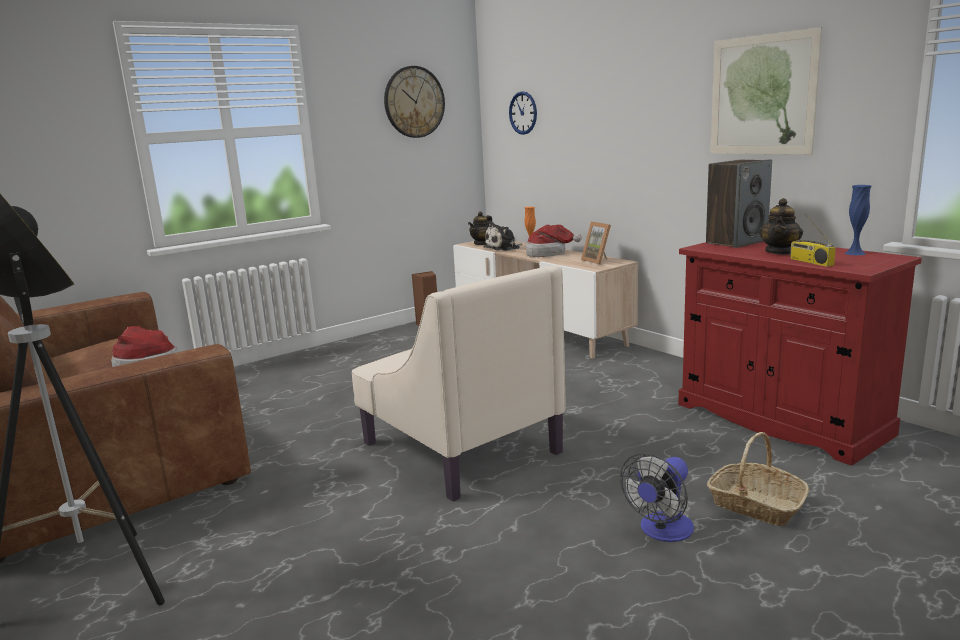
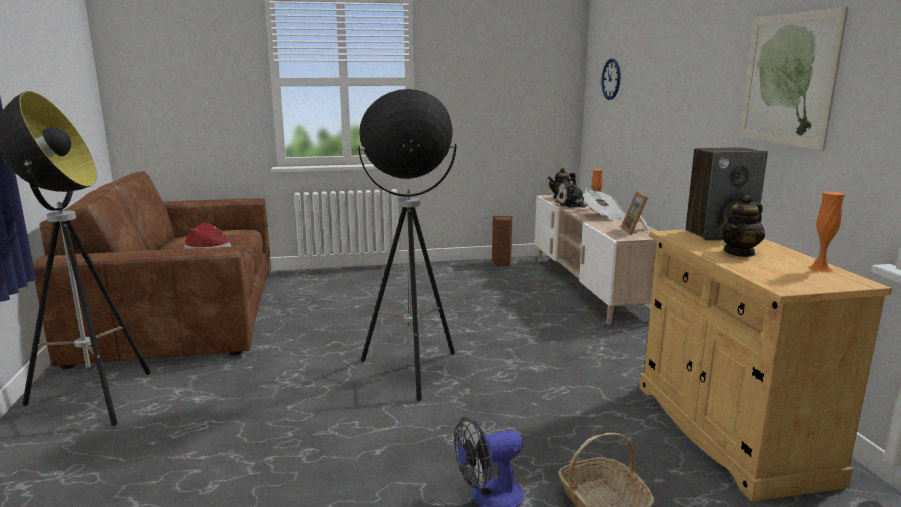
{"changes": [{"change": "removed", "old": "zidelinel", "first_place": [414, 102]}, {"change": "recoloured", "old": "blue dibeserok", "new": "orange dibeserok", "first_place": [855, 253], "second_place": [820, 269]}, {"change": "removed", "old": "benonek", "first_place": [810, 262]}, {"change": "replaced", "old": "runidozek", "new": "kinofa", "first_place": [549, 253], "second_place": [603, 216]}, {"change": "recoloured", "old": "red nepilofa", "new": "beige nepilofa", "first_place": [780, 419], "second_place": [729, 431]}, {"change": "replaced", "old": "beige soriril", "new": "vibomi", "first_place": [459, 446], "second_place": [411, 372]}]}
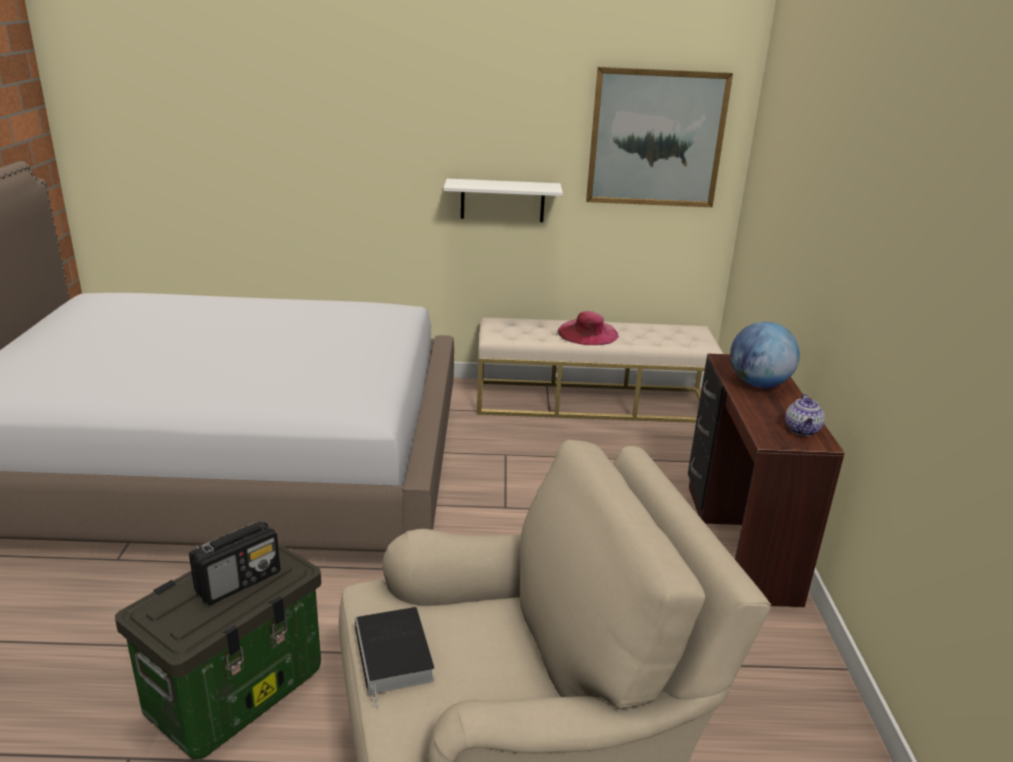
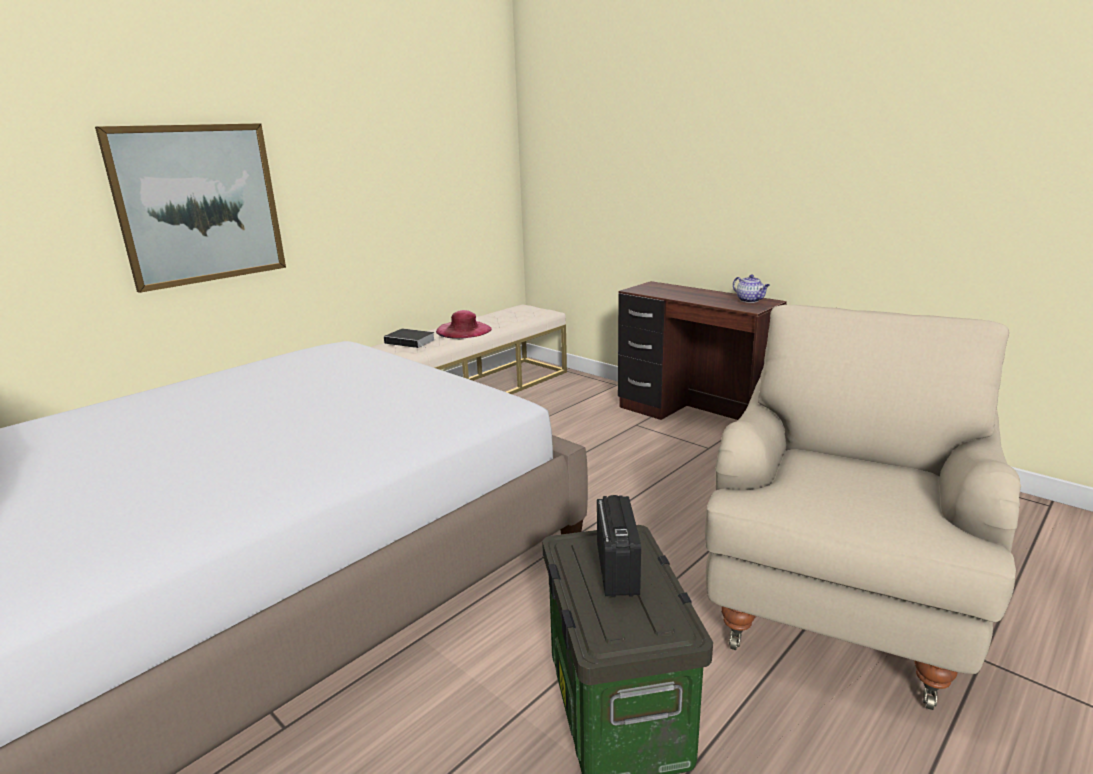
{"changes": [{"change": "moved", "old": "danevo", "first_place": [656, 138], "second_place": [199, 204]}, {"change": "removed", "old": "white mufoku", "first_place": [502, 200]}, {"change": "removed", "old": "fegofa", "first_place": [758, 384]}, {"change": "moved", "old": "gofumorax", "first_place": [395, 657], "second_place": [411, 341]}]}
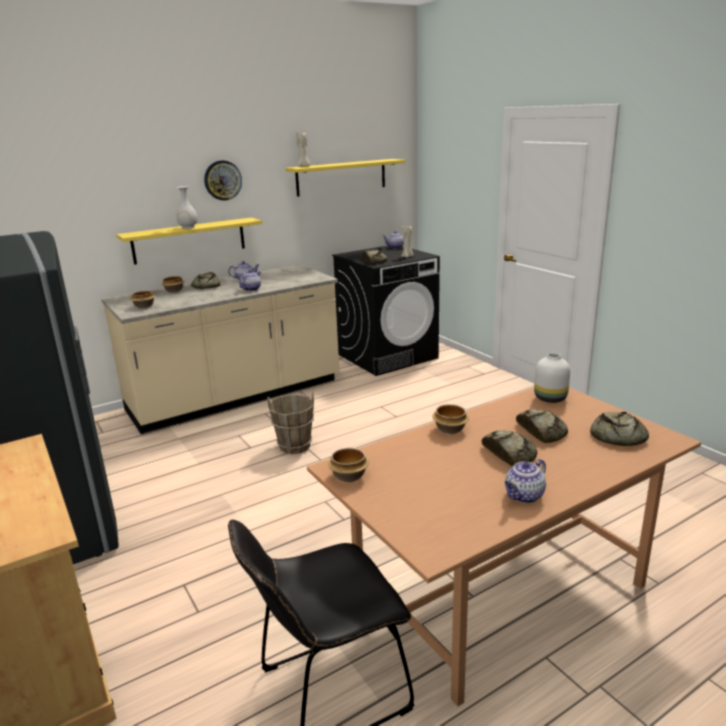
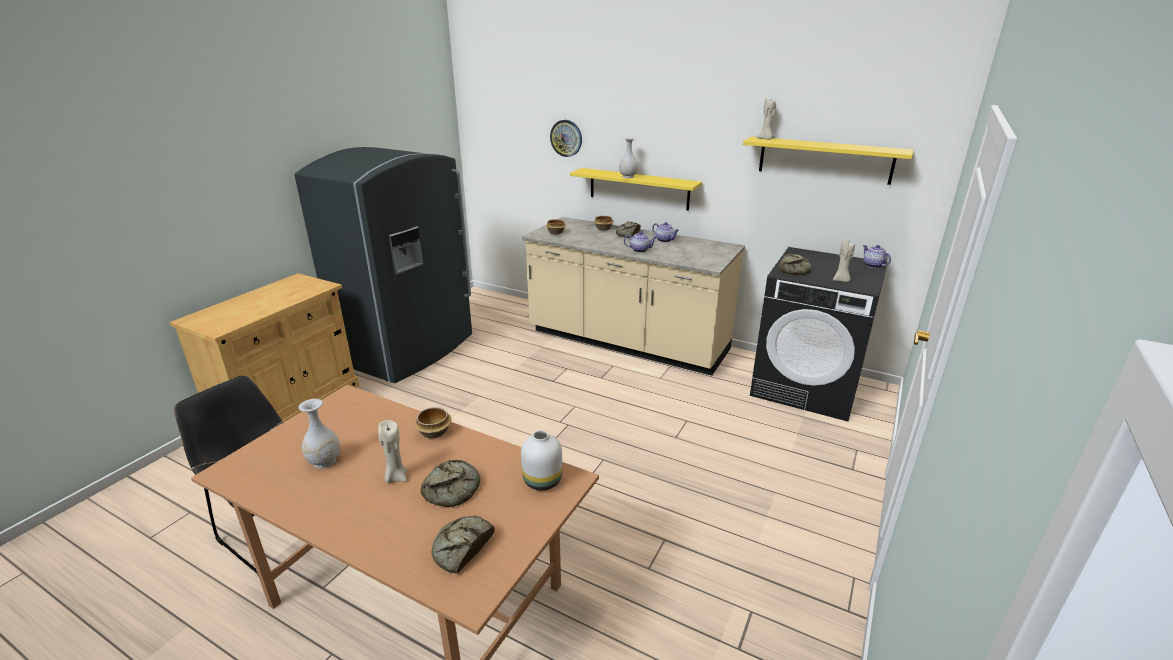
{"changes": [{"change": "moved", "old": "zidelinel", "first_place": [222, 180], "second_place": [566, 138]}, {"change": "removed", "old": "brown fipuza", "first_place": [294, 446]}, {"change": "replaced", "old": "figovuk", "new": "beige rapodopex", "first_place": [509, 453], "second_place": [396, 477]}, {"change": "removed", "old": "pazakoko", "first_place": [348, 476]}, {"change": "removed", "old": "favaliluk", "first_place": [524, 496]}, {"change": "added", "new": "white dibeserok", "second_place": [324, 461]}]}
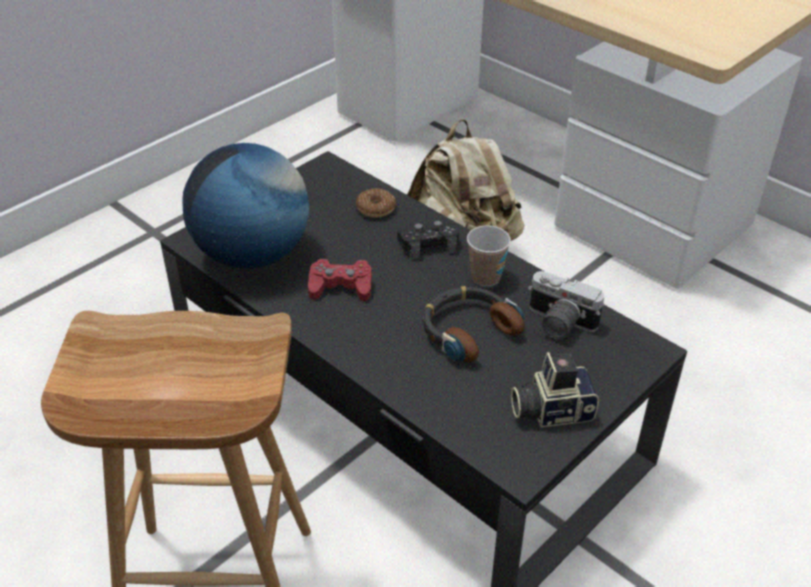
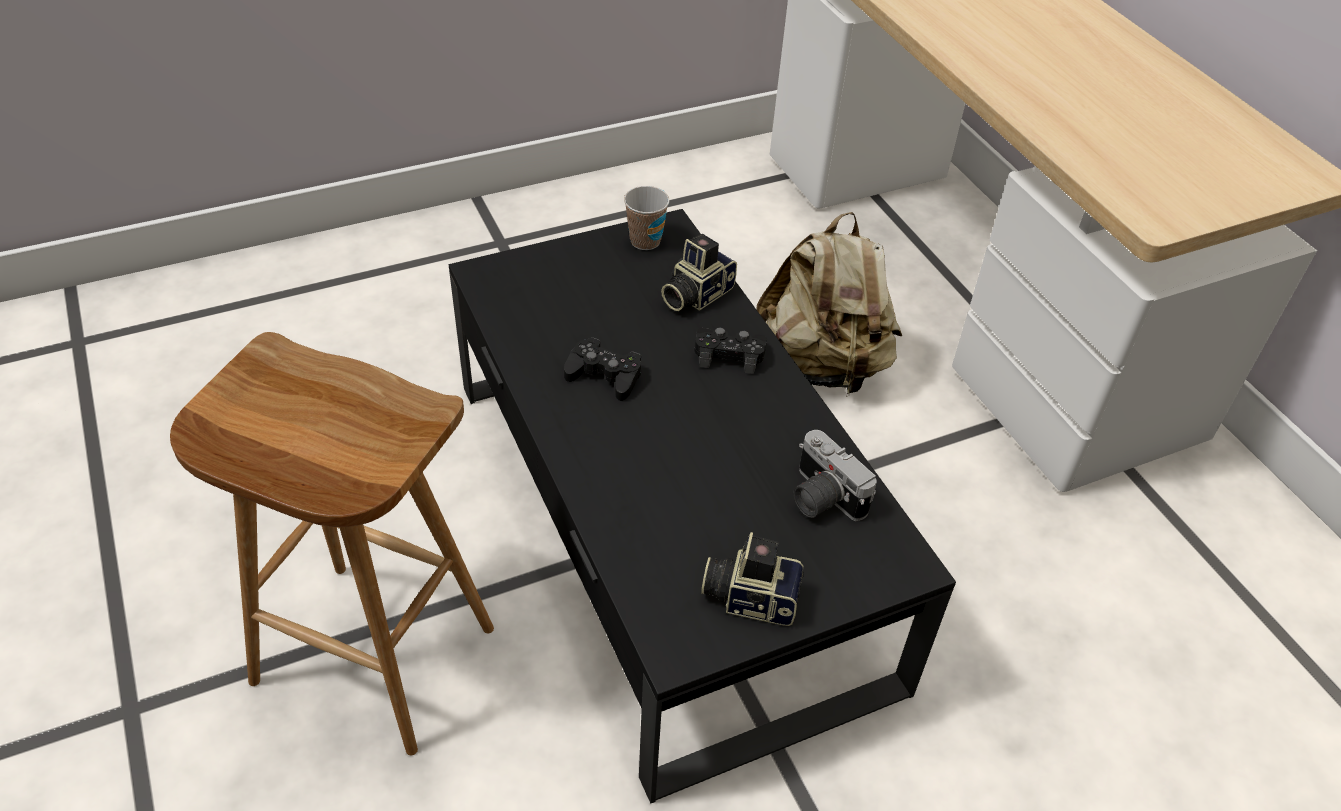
{"changes": [{"change": "removed", "old": "fegofa", "first_place": [252, 255]}, {"change": "replaced", "old": "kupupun", "new": "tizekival", "first_place": [376, 208], "second_place": [695, 294]}, {"change": "moved", "old": "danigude", "first_place": [485, 277], "second_place": [645, 241]}, {"change": "recoloured", "old": "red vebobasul", "new": "black vebobasul", "first_place": [341, 286], "second_place": [604, 375]}, {"change": "removed", "old": "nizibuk", "first_place": [468, 330]}]}
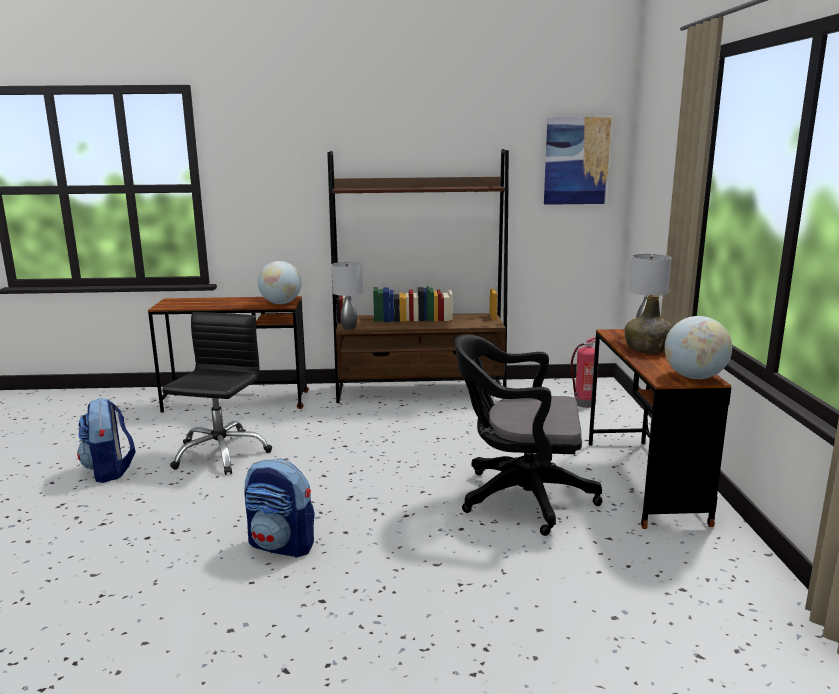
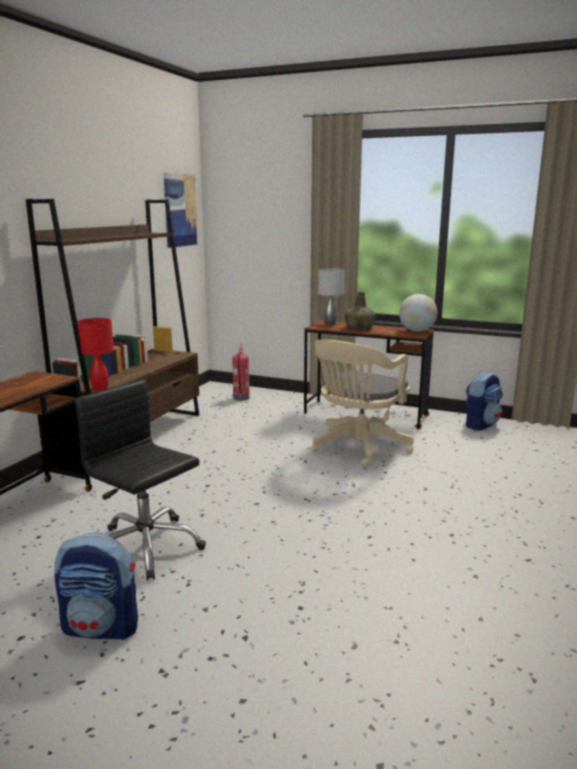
{"changes": [{"change": "removed", "old": "fegofa", "first_place": [281, 303]}, {"change": "recoloured", "old": "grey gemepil", "new": "red gemepil", "first_place": [348, 327], "second_place": [99, 388]}, {"change": "recoloured", "old": "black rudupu", "new": "beige rudupu", "first_place": [519, 497], "second_place": [358, 447]}, {"change": "moved", "old": "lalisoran", "first_place": [282, 545], "second_place": [480, 424]}]}
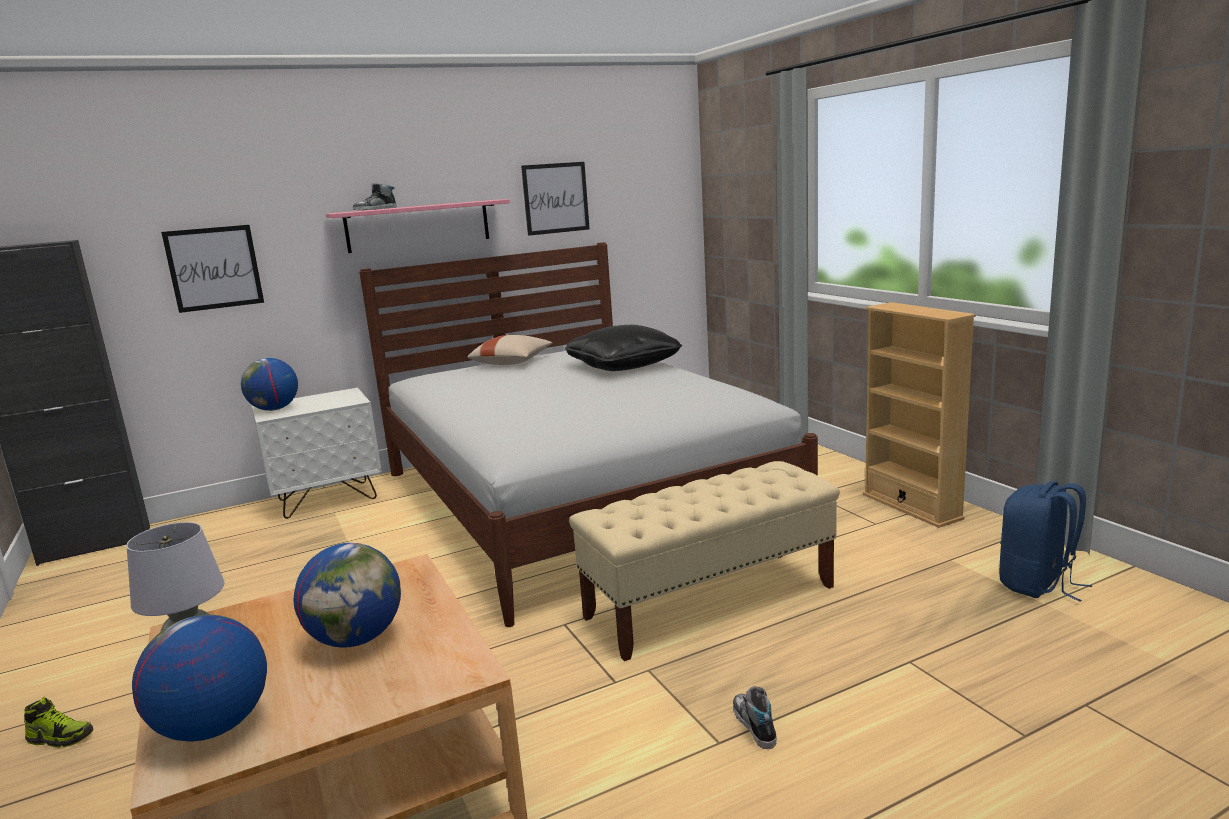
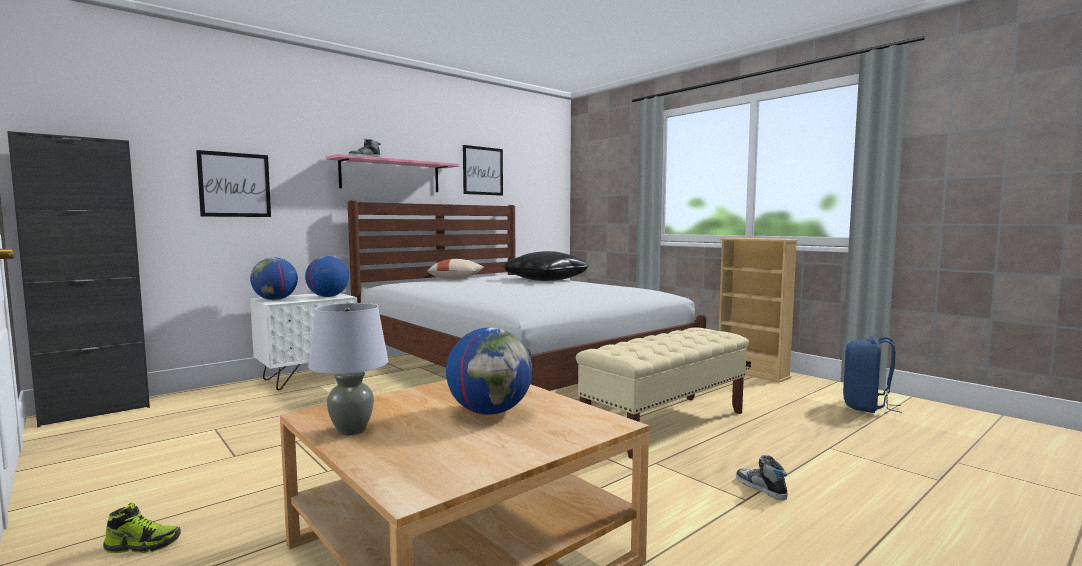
{"changes": [{"change": "moved", "old": "fegofa", "first_place": [213, 727], "second_place": [328, 296]}]}
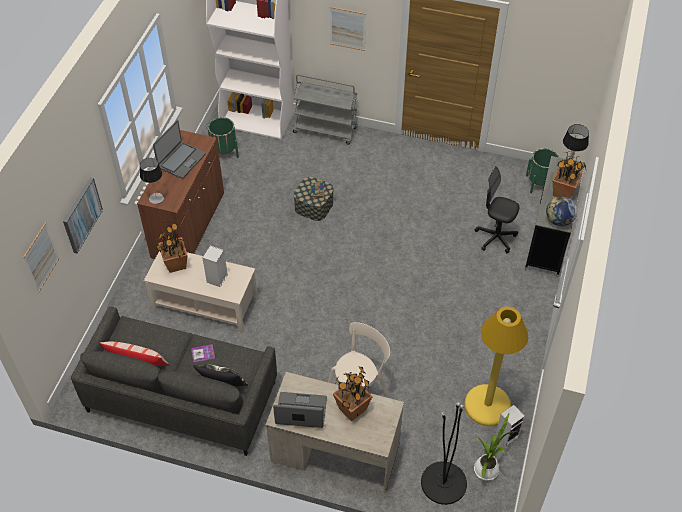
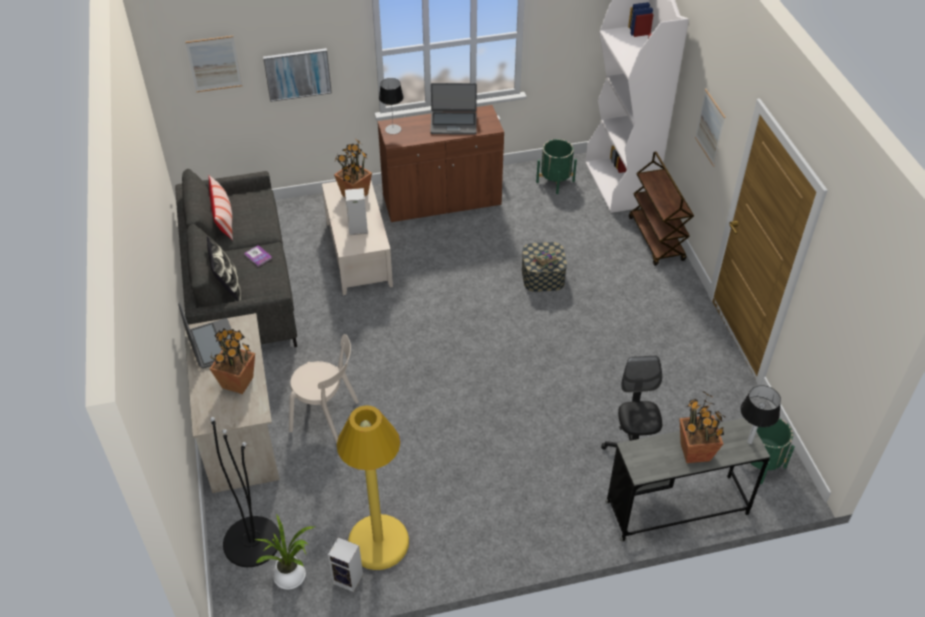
{"changes": [{"change": "recoloured", "old": "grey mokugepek", "new": "brown mokugepek", "first_place": [326, 130], "second_place": [656, 239]}, {"change": "removed", "old": "fegofa", "first_place": [558, 221]}]}
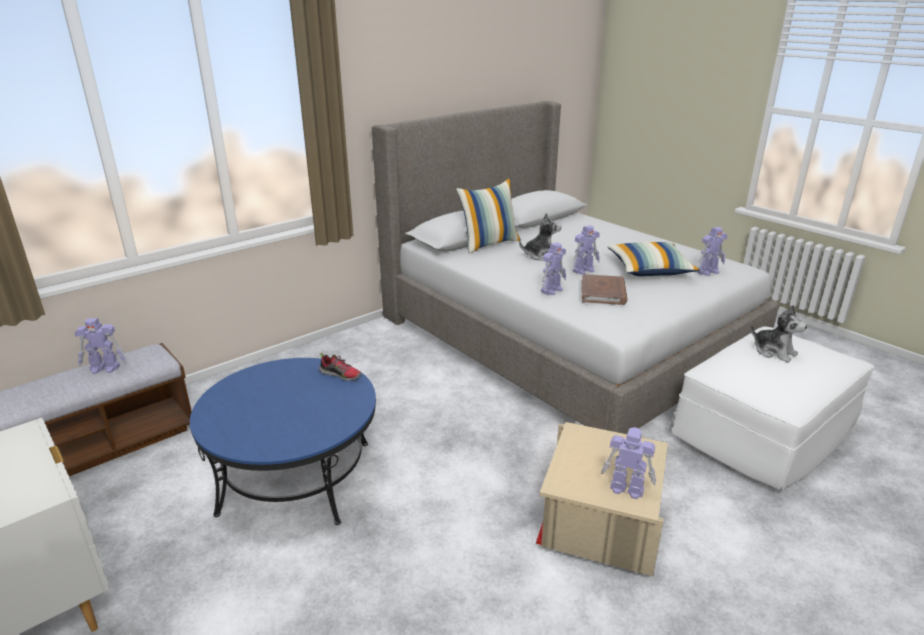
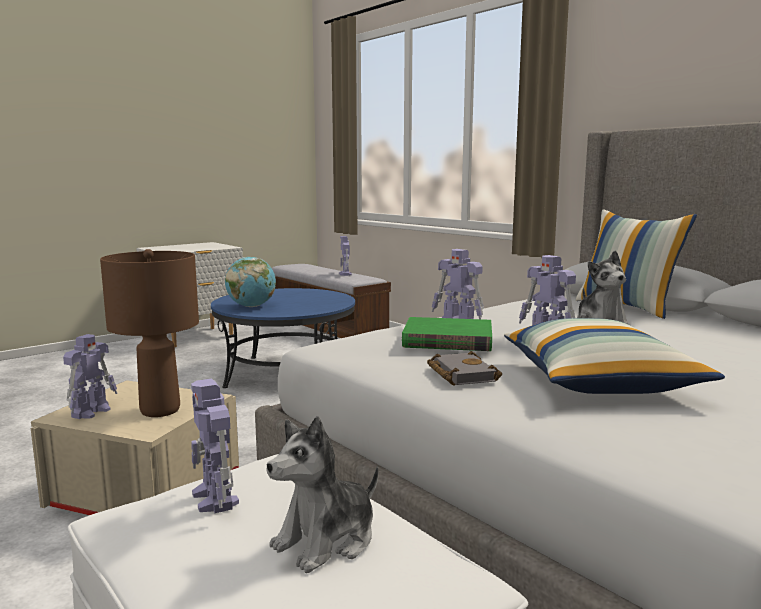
{"changes": [{"change": "moved", "old": "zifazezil", "first_place": [708, 272], "second_place": [215, 499]}, {"change": "recoloured", "old": "brown gofumorax", "new": "green gofumorax", "first_place": [603, 292], "second_place": [447, 340]}, {"change": "removed", "old": "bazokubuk", "first_place": [341, 375]}, {"change": "added", "new": "brown gemepil", "second_place": [160, 410]}, {"change": "added", "new": "fegofa", "second_place": [251, 306]}, {"change": "added", "new": "grey gofumorax", "second_place": [459, 374]}]}
